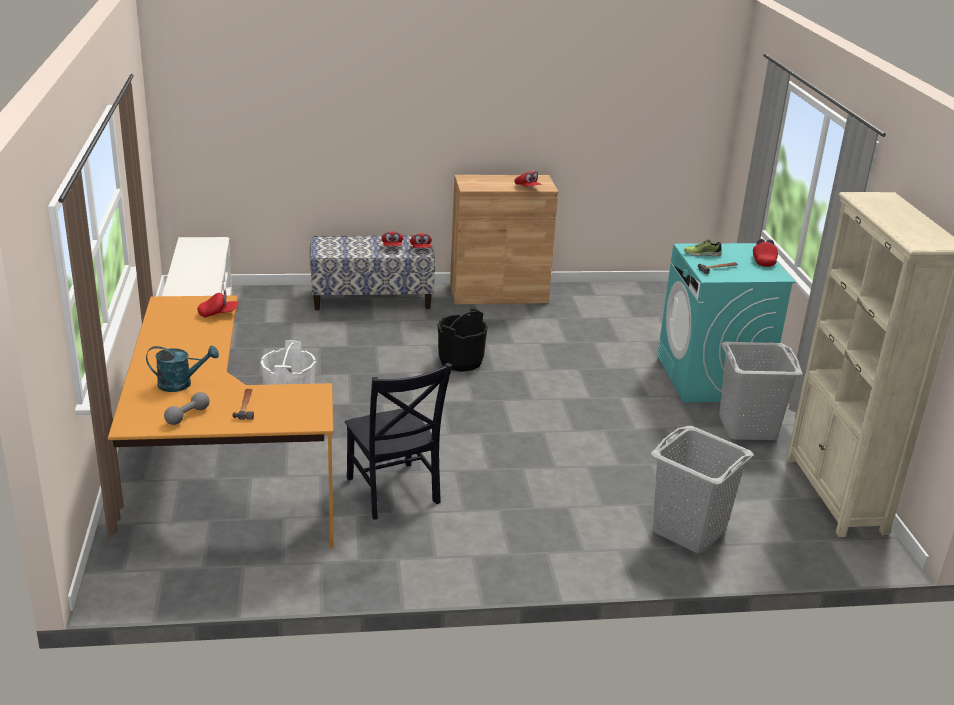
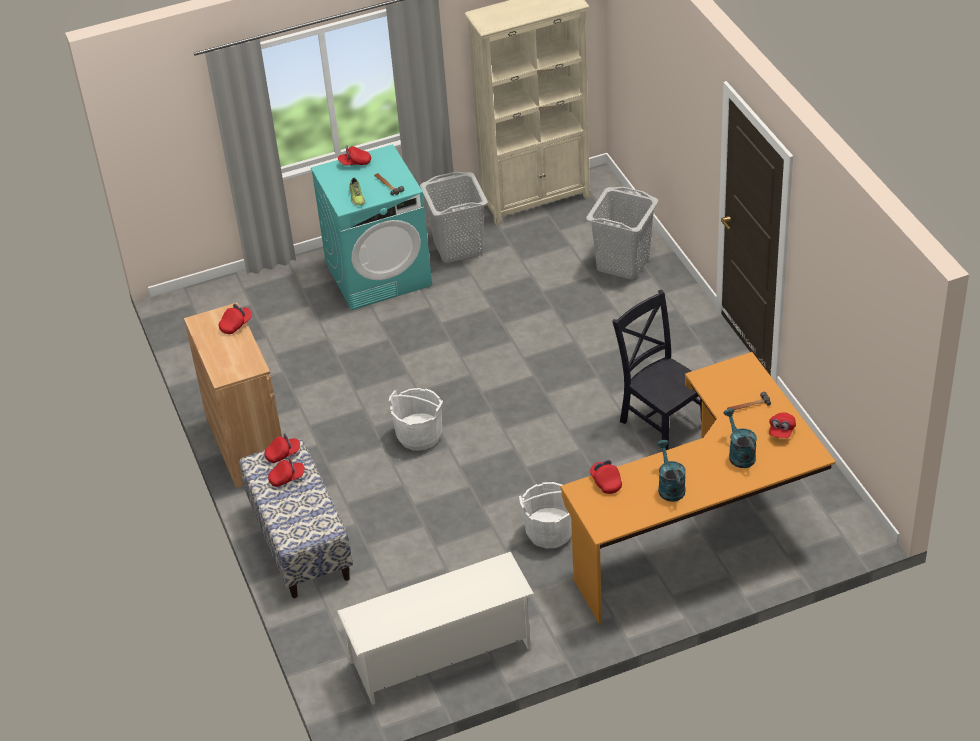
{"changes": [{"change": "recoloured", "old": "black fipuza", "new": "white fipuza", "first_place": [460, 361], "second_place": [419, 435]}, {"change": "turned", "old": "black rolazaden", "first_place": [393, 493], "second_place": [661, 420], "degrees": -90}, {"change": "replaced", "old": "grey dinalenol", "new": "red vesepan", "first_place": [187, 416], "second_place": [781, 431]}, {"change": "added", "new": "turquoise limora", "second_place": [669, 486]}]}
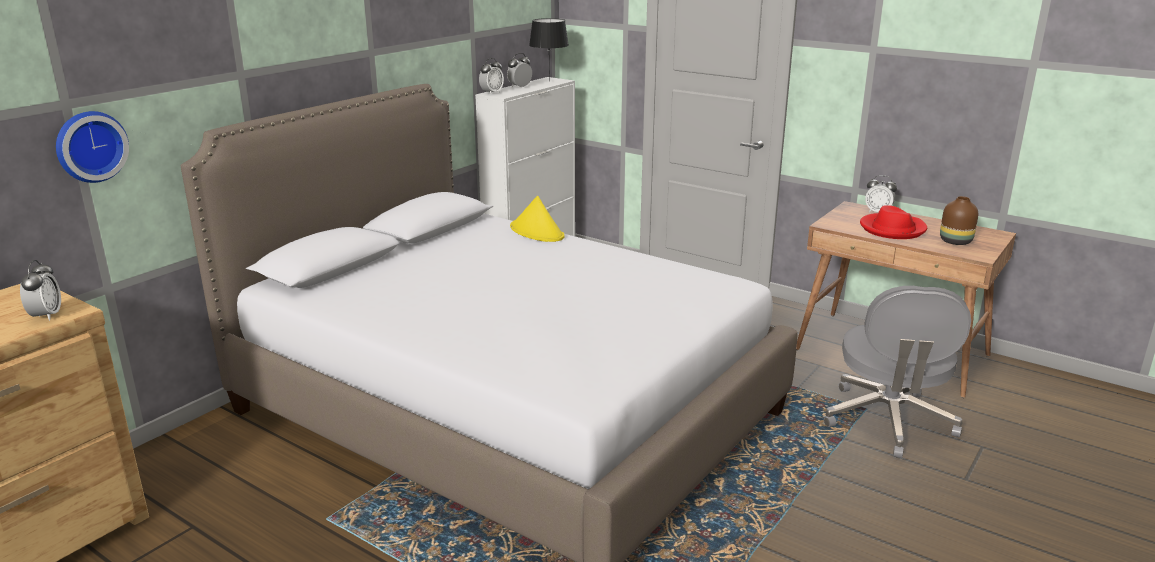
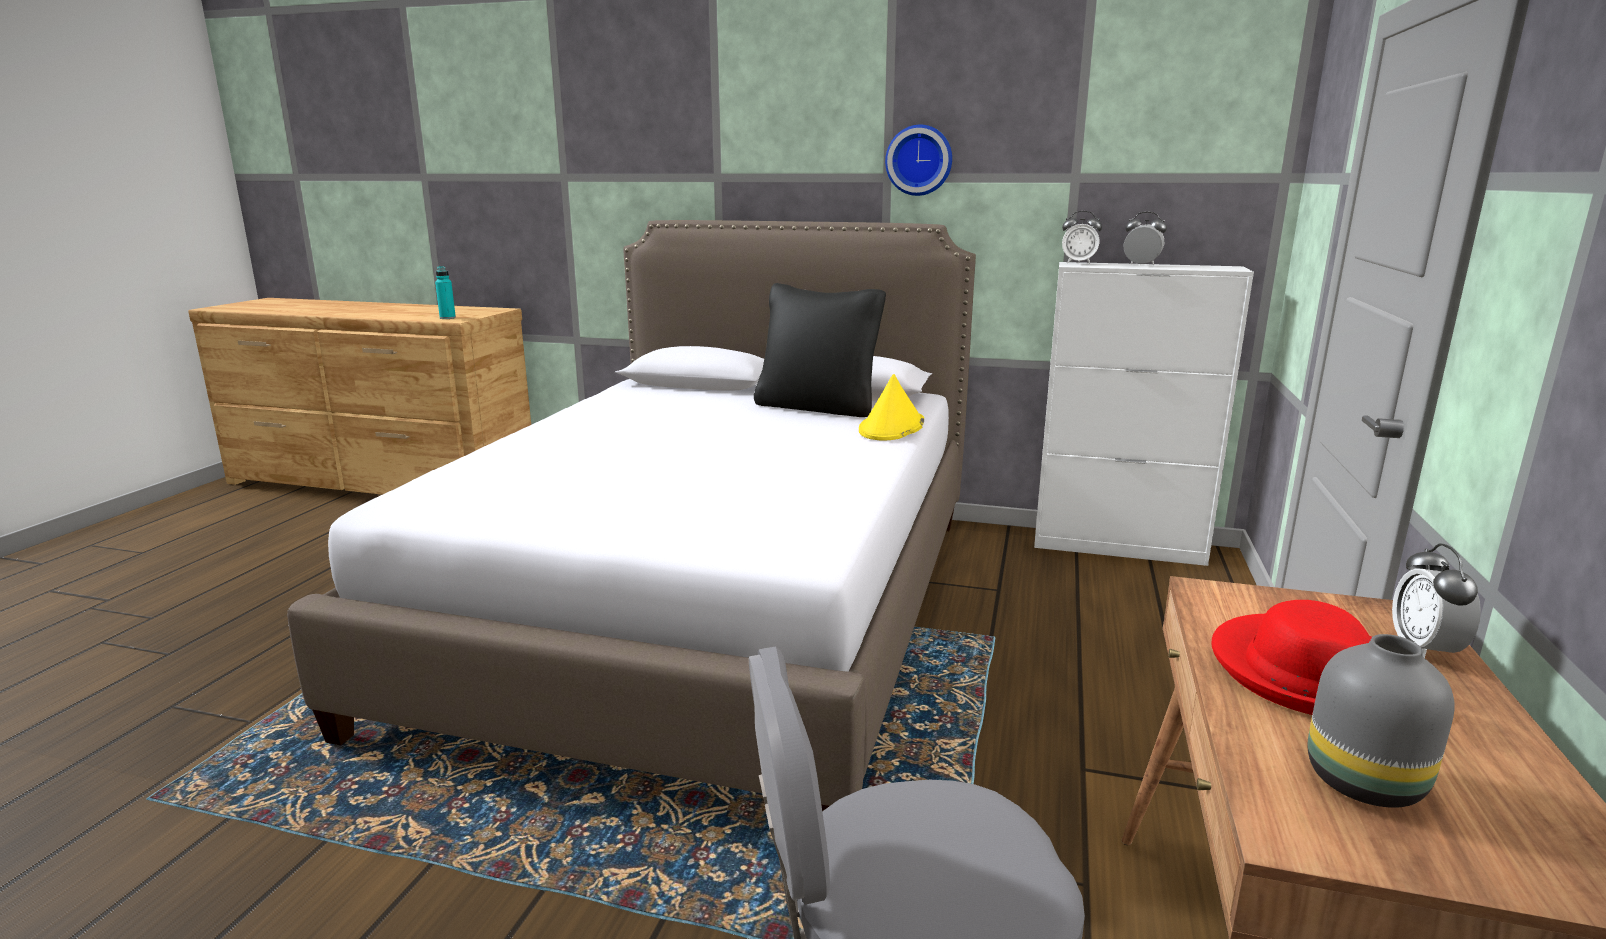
{"changes": [{"change": "removed", "old": "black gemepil", "first_place": [549, 81]}, {"change": "moved", "old": "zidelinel", "first_place": [90, 146], "second_place": [919, 160]}, {"change": "recoloured", "old": "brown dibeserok", "new": "grey dibeserok", "first_place": [955, 241], "second_place": [1366, 782]}, {"change": "replaced", "old": "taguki", "new": "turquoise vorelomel", "first_place": [46, 316], "second_place": [447, 318]}, {"change": "added", "new": "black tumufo", "second_place": [818, 407]}]}
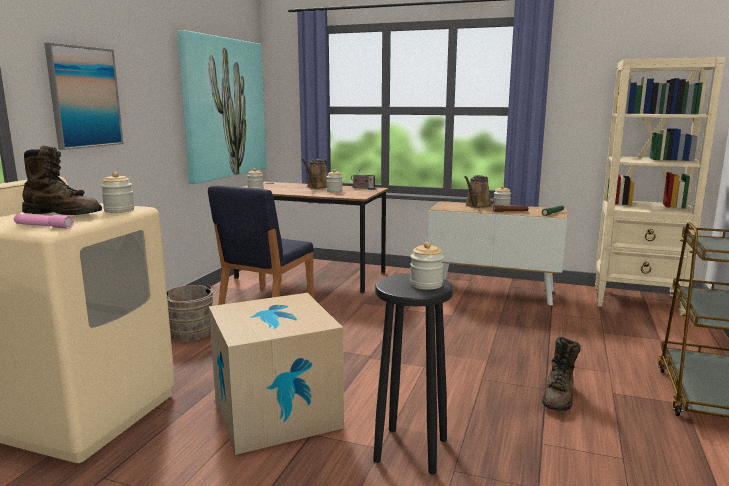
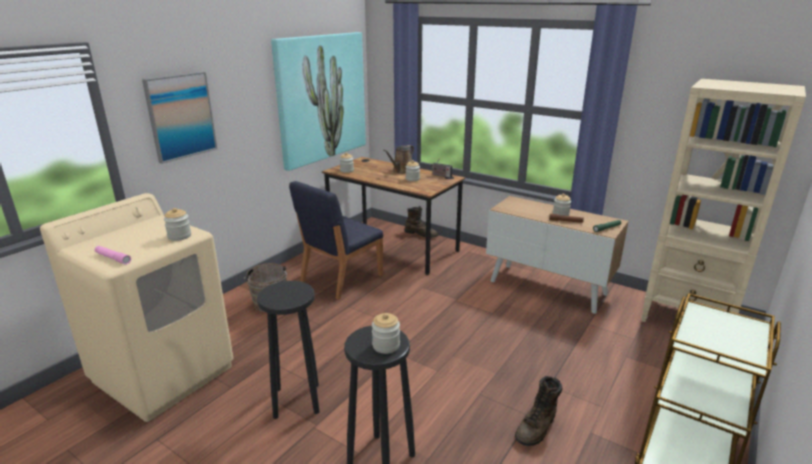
{"changes": [{"change": "moved", "old": "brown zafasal", "first_place": [64, 214], "second_place": [421, 234]}, {"change": "removed", "old": "brown limora", "first_place": [477, 206]}, {"change": "replaced", "old": "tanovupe", "new": "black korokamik", "first_place": [276, 413], "second_place": [297, 400]}]}
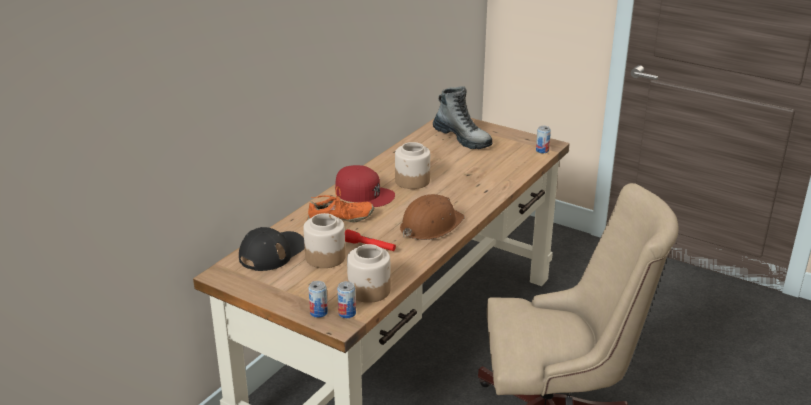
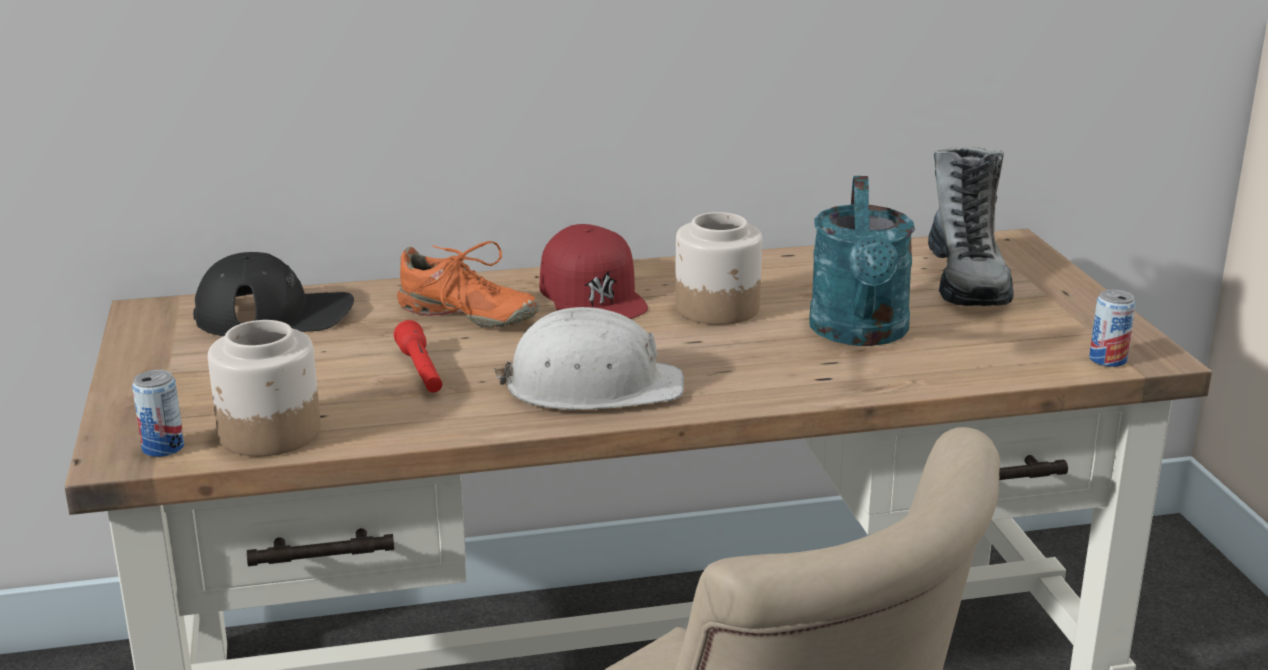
{"changes": [{"change": "recoloured", "old": "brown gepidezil", "new": "white gepidezil", "first_place": [430, 225], "second_place": [592, 386]}, {"change": "removed", "old": "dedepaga", "first_place": [325, 257]}, {"change": "removed", "old": "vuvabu", "first_place": [318, 313]}, {"change": "added", "new": "turquoise limora", "second_place": [860, 333]}]}
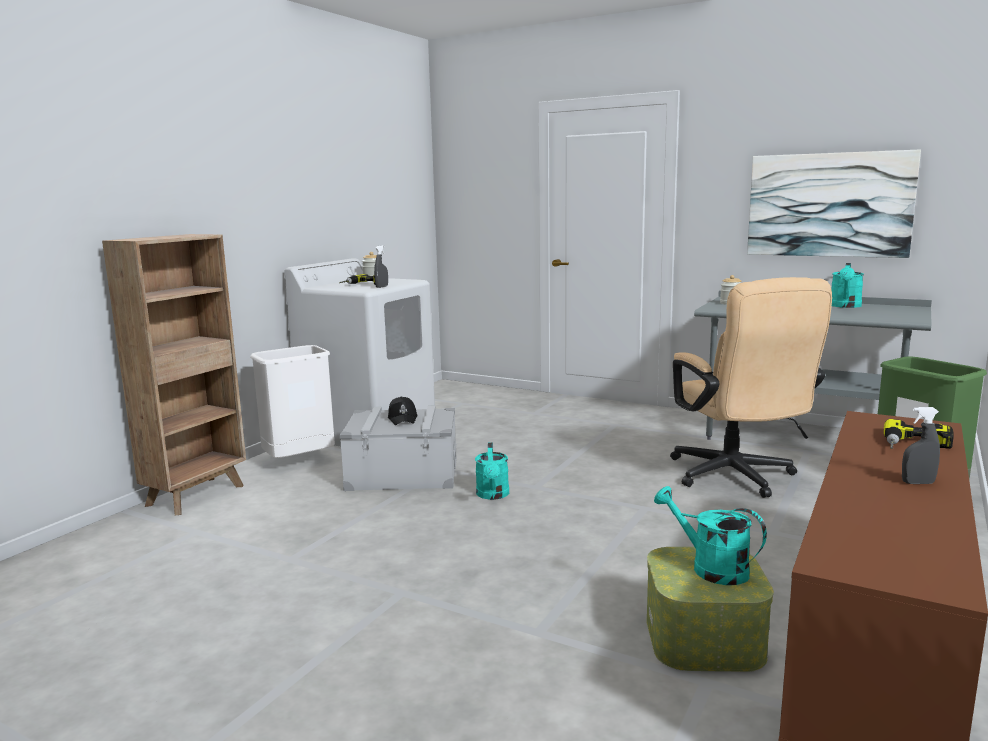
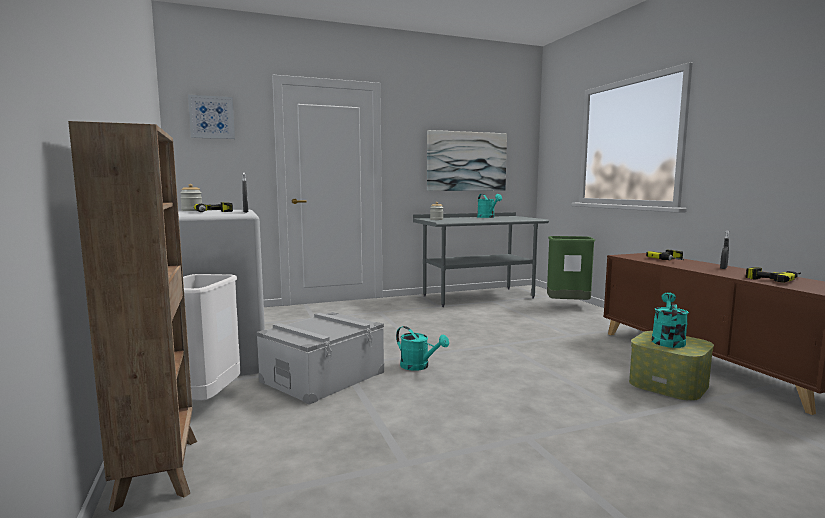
{"changes": [{"change": "removed", "old": "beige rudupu", "first_place": [737, 478]}, {"change": "removed", "old": "black vesepan", "first_place": [403, 418]}, {"change": "turned", "old": "turquoise limora", "first_place": [710, 568], "second_place": [667, 340], "degrees": 120}, {"change": "added", "new": "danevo", "second_place": [212, 117]}, {"change": "added", "new": "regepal", "second_place": [774, 278]}]}
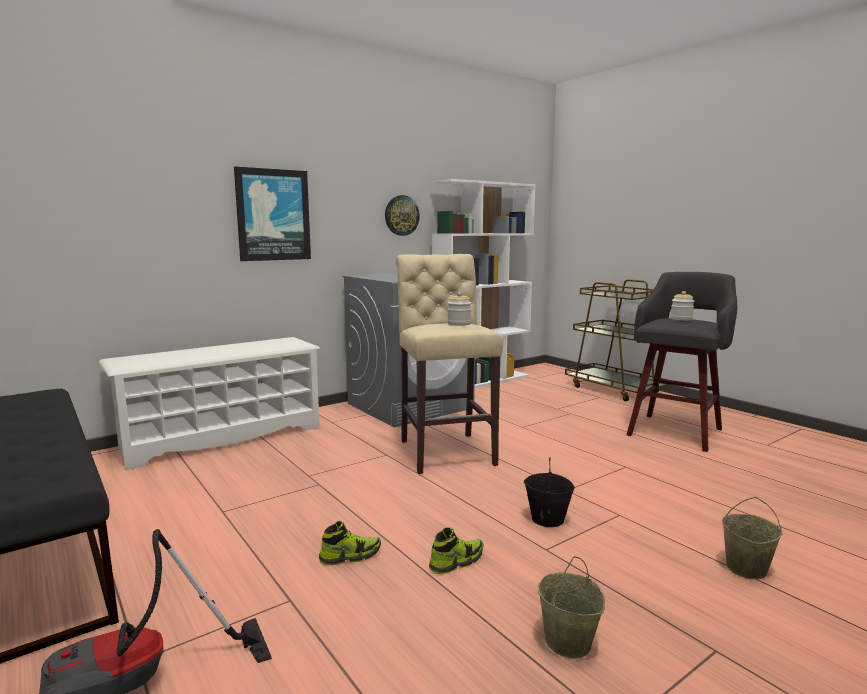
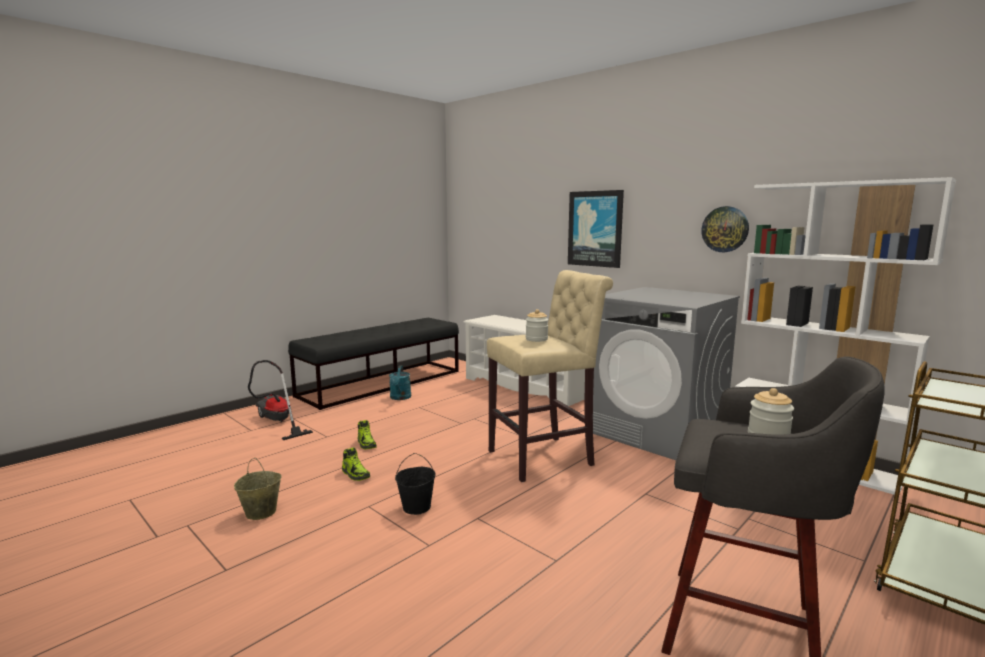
{"changes": [{"change": "removed", "old": "beige fipuza", "first_place": [746, 569]}, {"change": "added", "new": "turquoise limora", "second_place": [400, 398]}]}
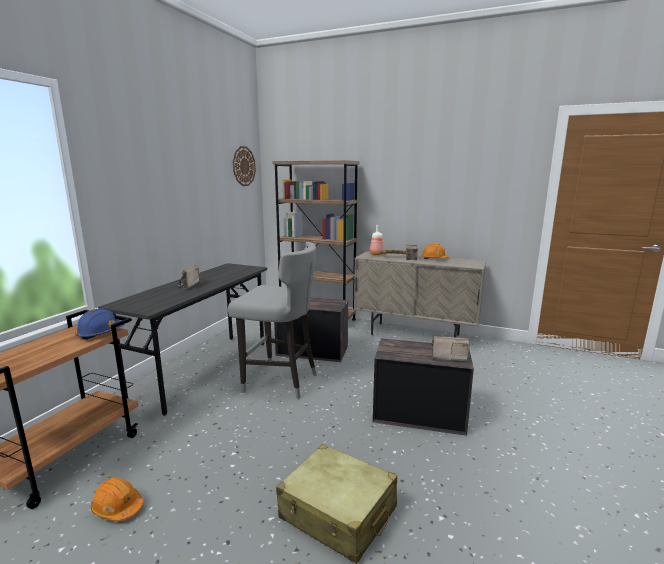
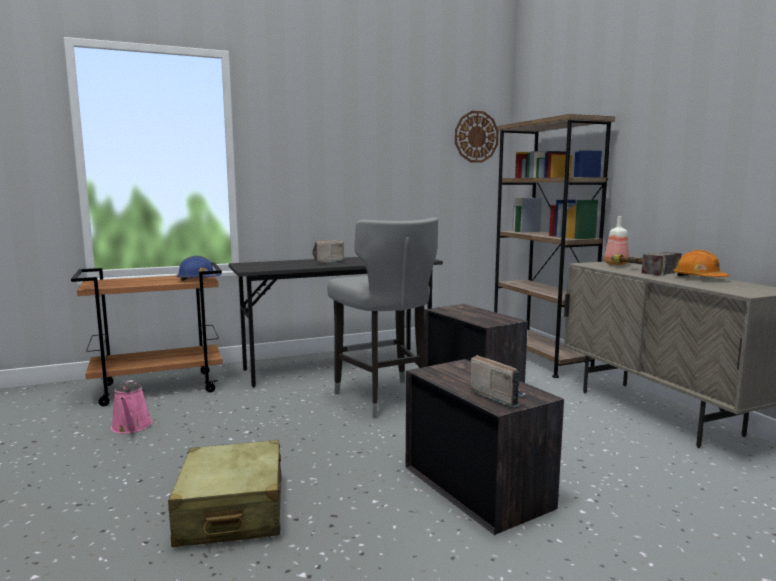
{"changes": [{"change": "replaced", "old": "orange gepidezil", "new": "pink limora", "first_place": [118, 507], "second_place": [131, 427]}]}
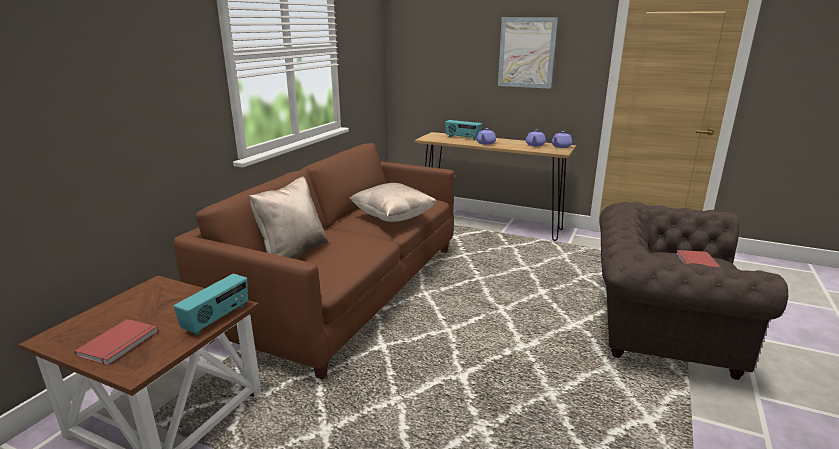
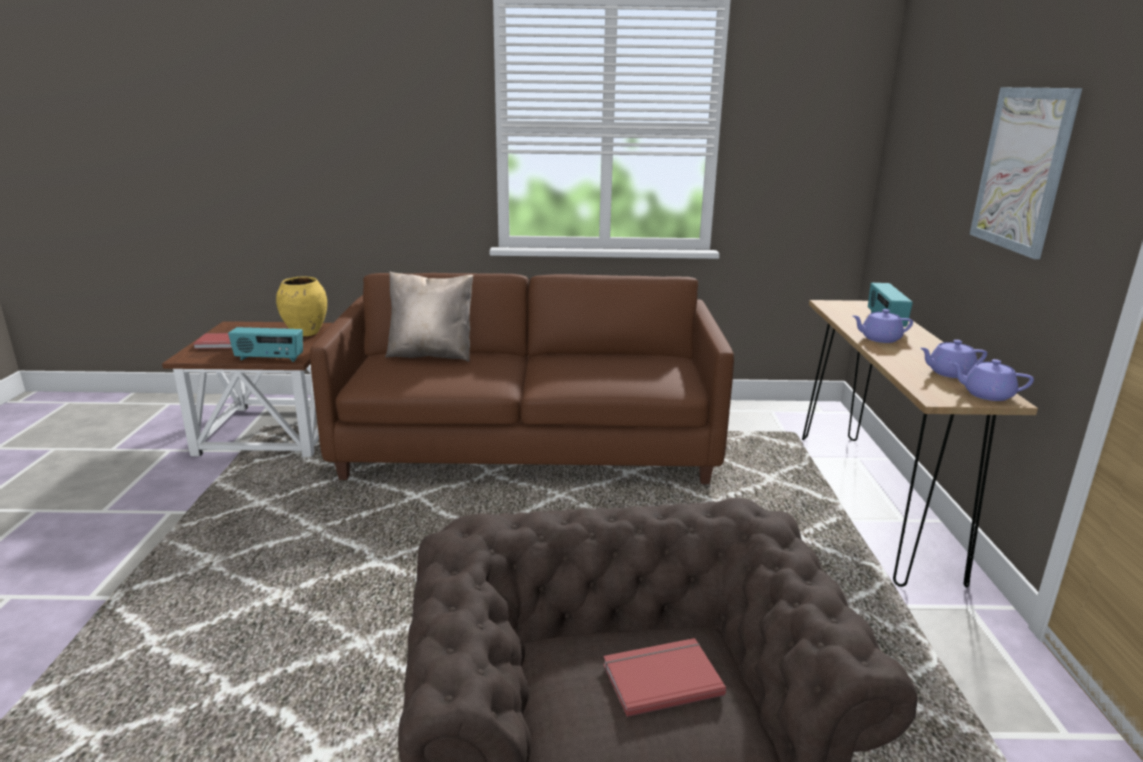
{"changes": [{"change": "removed", "old": "beige tumufo", "first_place": [393, 218]}, {"change": "added", "new": "yellow dibeserok", "second_place": [306, 333]}]}
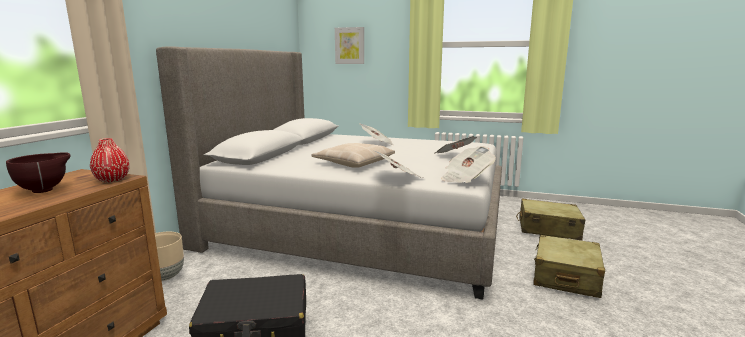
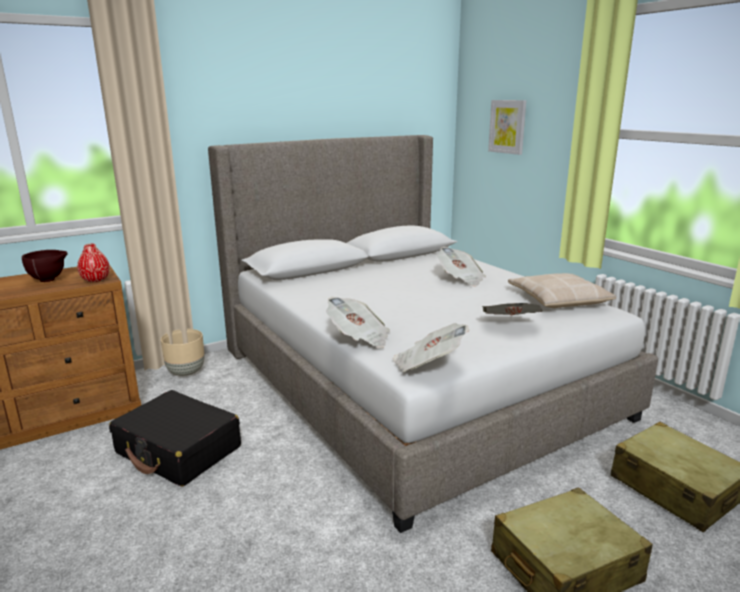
{"changes": [{"change": "moved", "old": "beige tumufo", "first_place": [354, 162], "second_place": [558, 299]}]}
